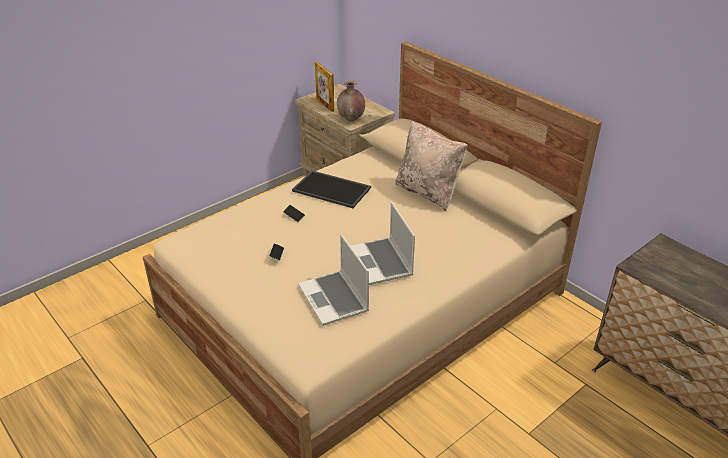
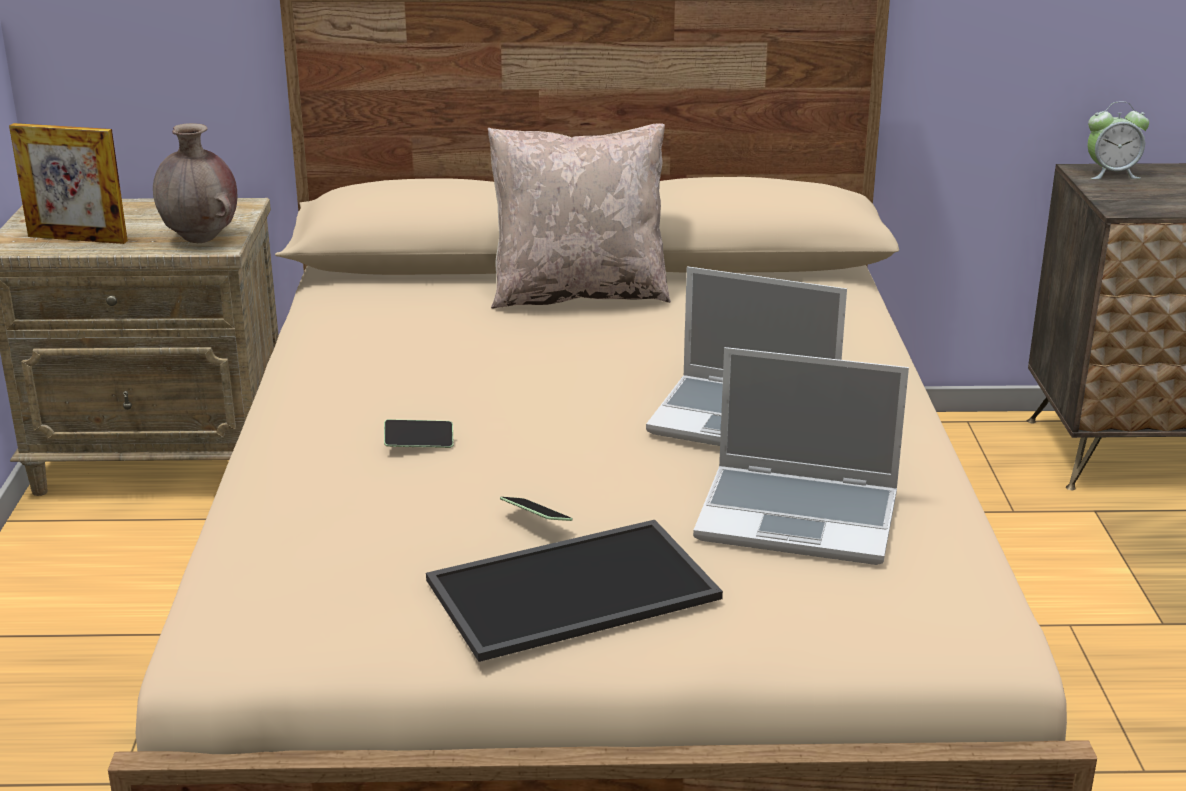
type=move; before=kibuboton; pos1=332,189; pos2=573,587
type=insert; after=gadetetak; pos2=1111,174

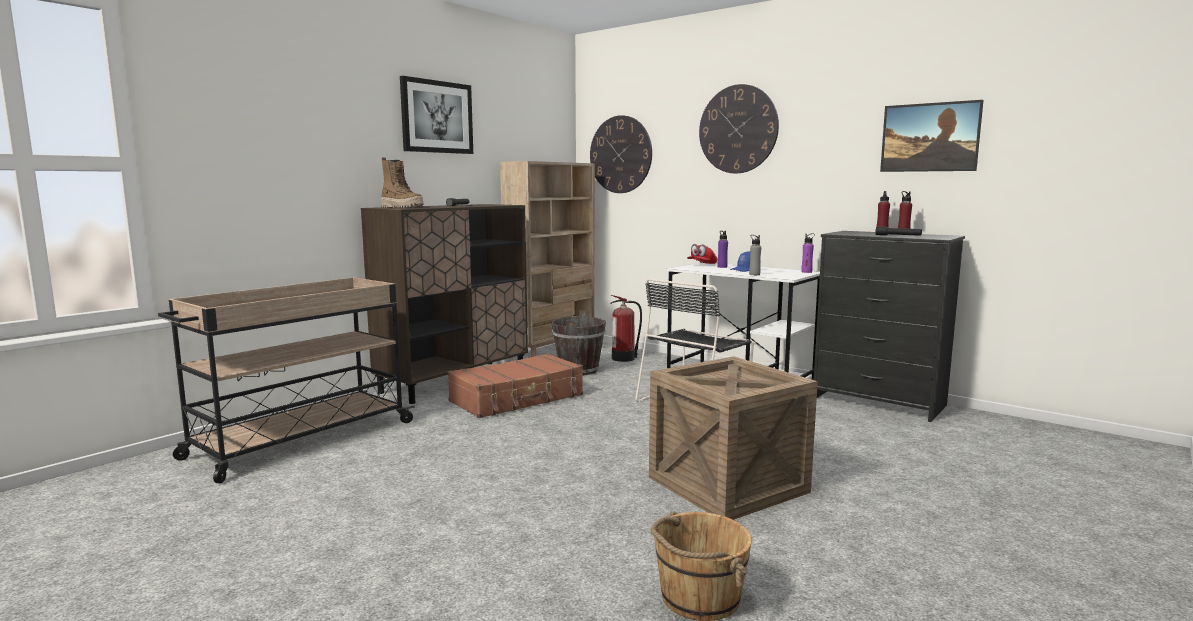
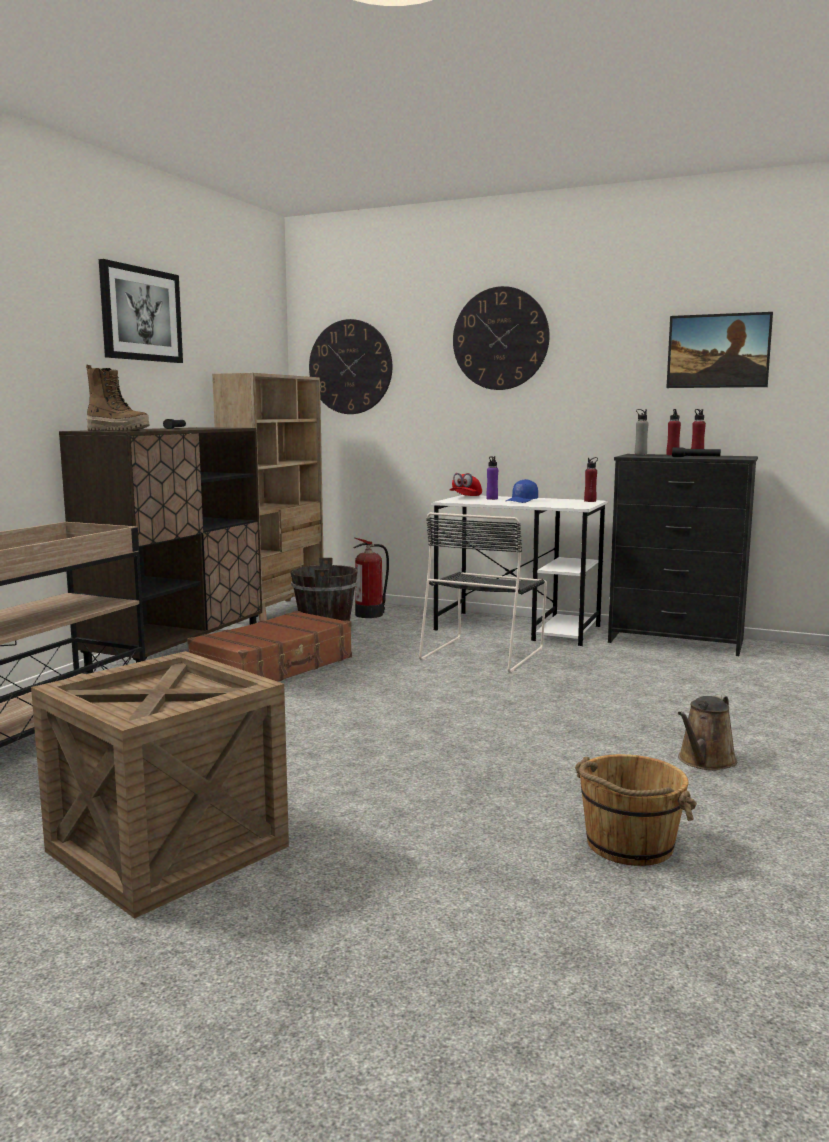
type=move; before=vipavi; pos1=727,484; pos2=167,849
type=recolor; before=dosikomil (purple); after=dosikomil (red); pos1=806,272; pos2=590,501
type=move; before=dosikomil (grey); pos1=754,274; pos2=640,454
type=insert; after=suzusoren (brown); pos2=704,761

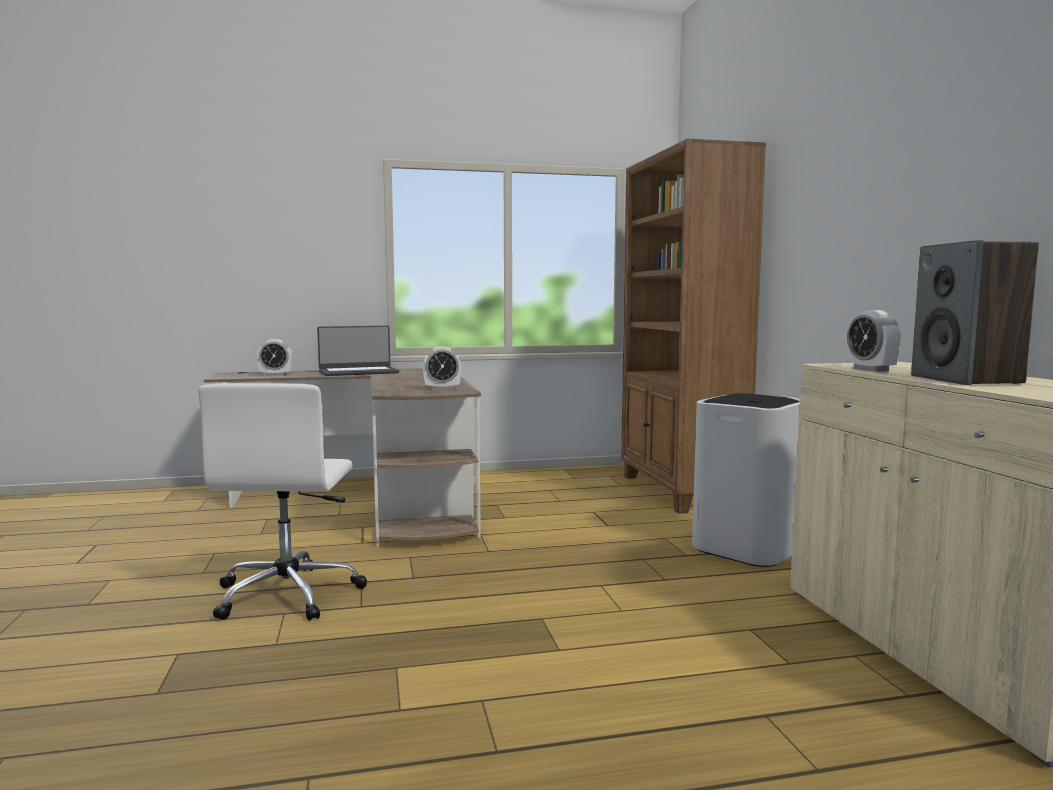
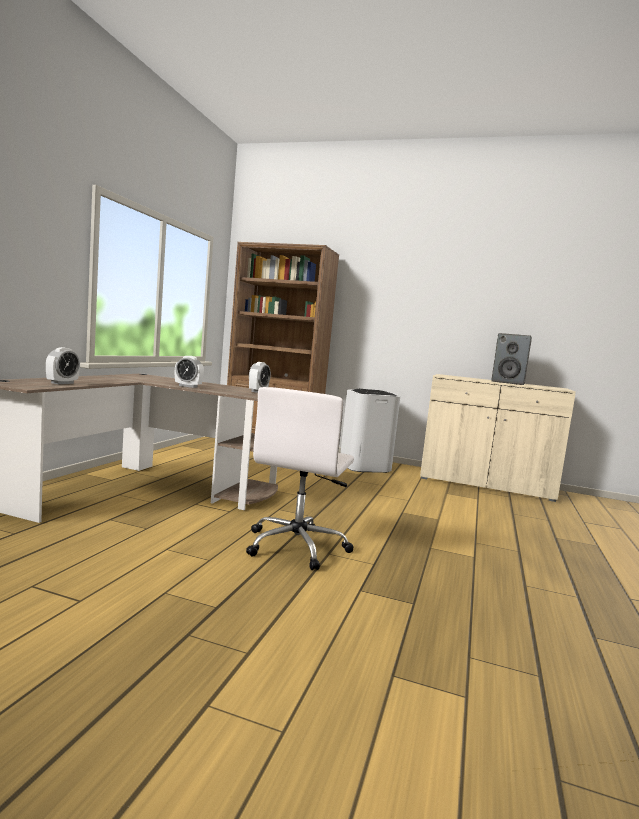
type=move; before=gadetetak; pos1=871,370; pos2=188,386
type=rotate; before=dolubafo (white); pos1=288,594; pos2=297,546; turn=75
type=delete; before=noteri; pos1=358,372

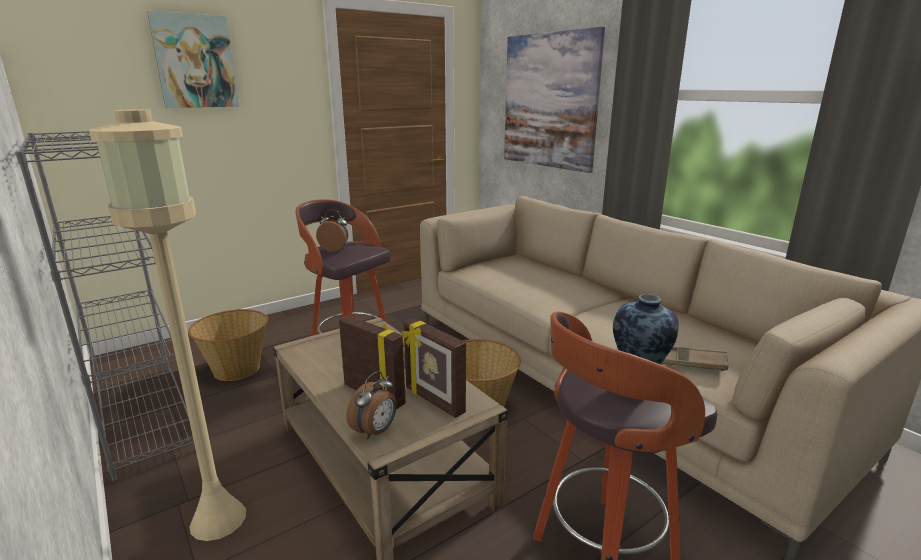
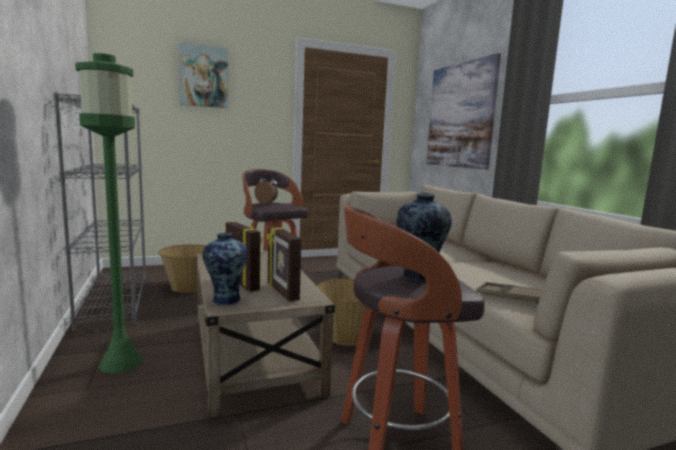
type=recolor; before=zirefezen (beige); after=zirefezen (green); pos1=218,520; pos2=121,363
type=replace; before=gadetetak; after=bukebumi; pos1=375,431; pos2=225,300

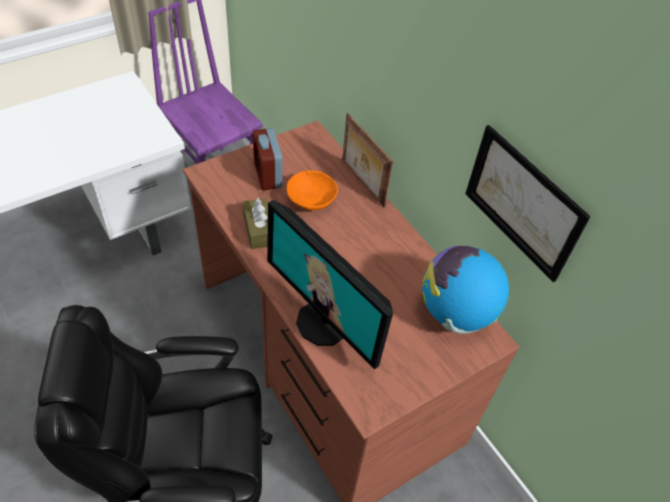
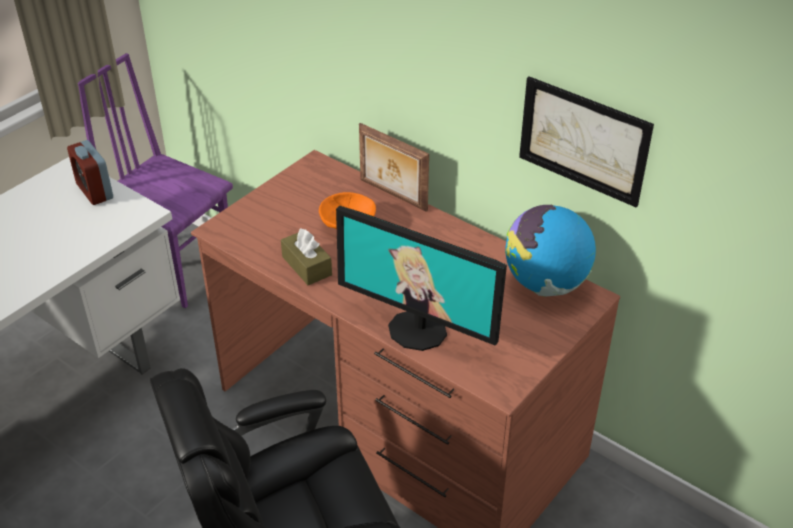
type=move; before=gadetetak; pos1=268,175; pos2=95,191

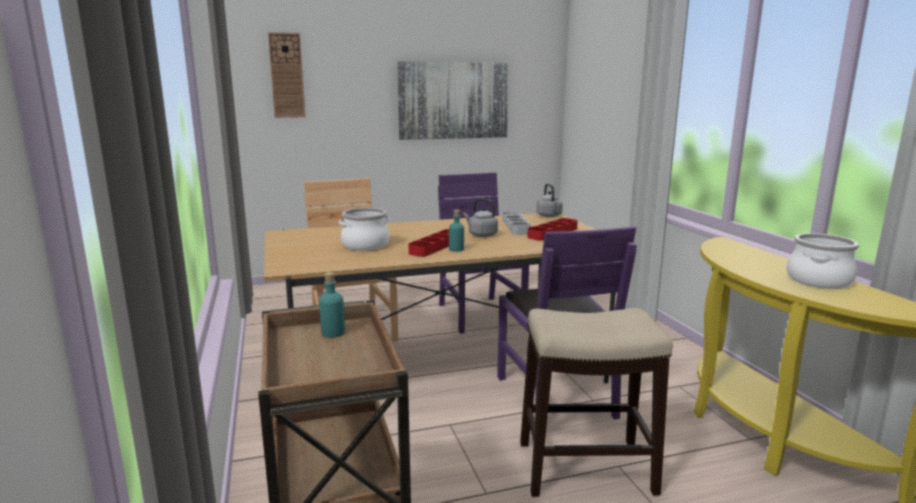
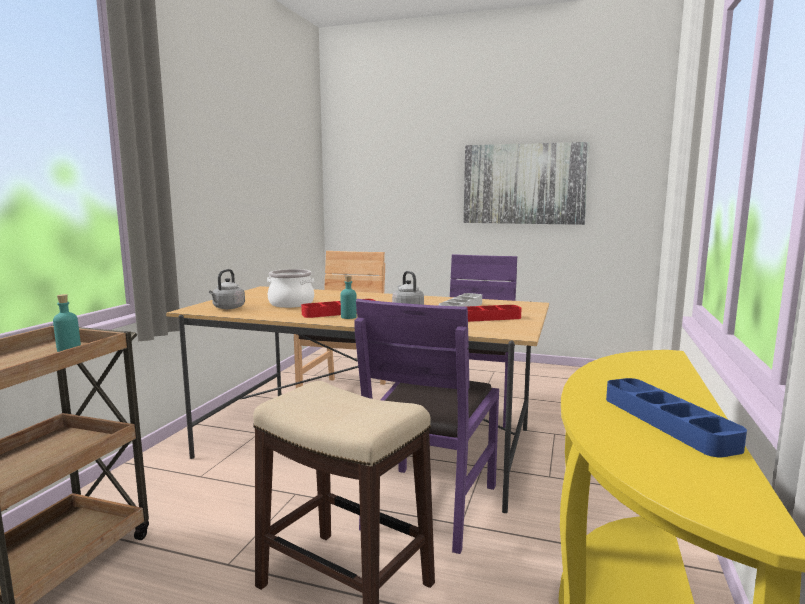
type=move; before=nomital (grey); pos1=549,216; pos2=227,308
type=replace; before=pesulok; after=kibuboton (blue); pos1=817,280; pos2=667,422
type=delete; before=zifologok; pos1=287,75

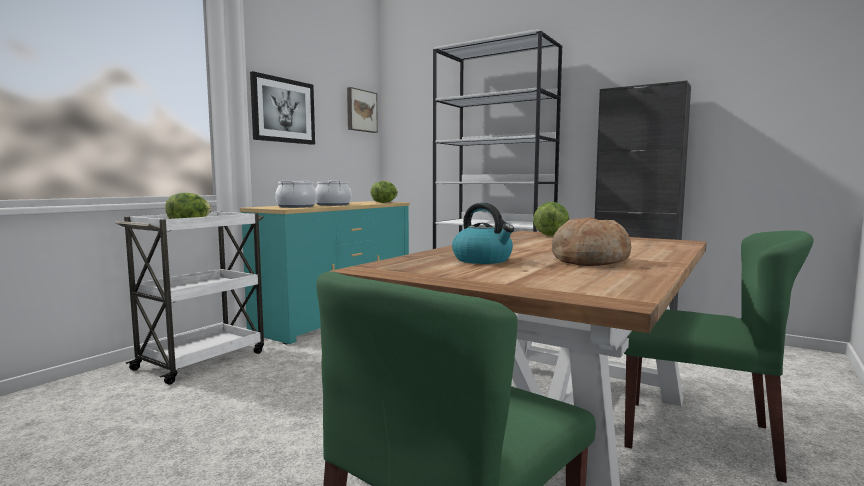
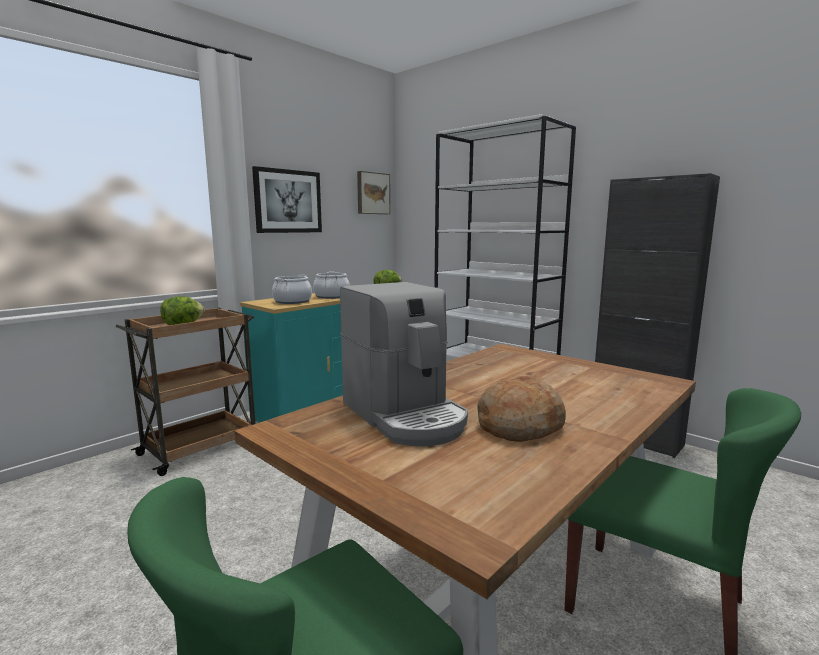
type=recolor; before=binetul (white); after=binetul (brown); pos1=203,360; pos2=200,448
type=replace; before=nomital; after=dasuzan; pos1=483,260; pos2=405,416
type=delete; before=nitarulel; pos1=550,235

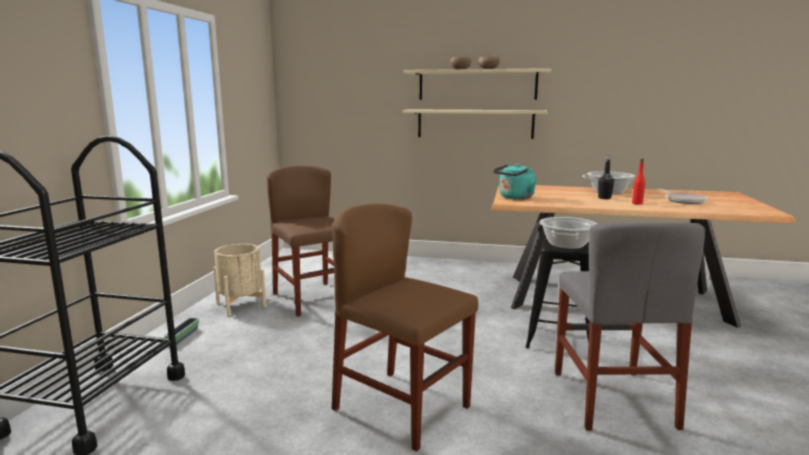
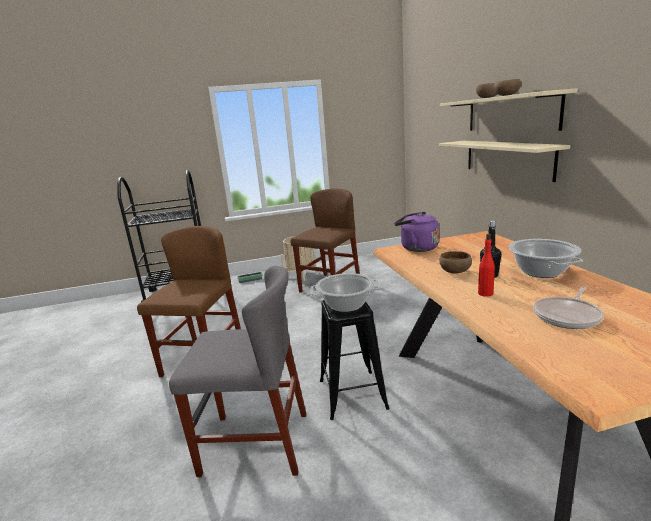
type=rotate; before=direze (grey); pos1=612,398; pos2=255,443; turn=-150
type=recolor; before=nomital (turquoise); after=nomital (purple); pos1=514,197; pos2=417,248
type=insert; after=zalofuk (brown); pos2=454,271

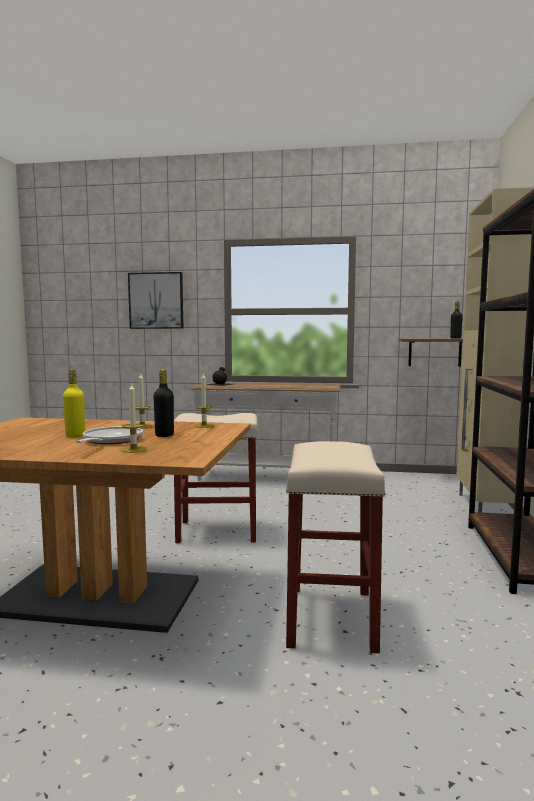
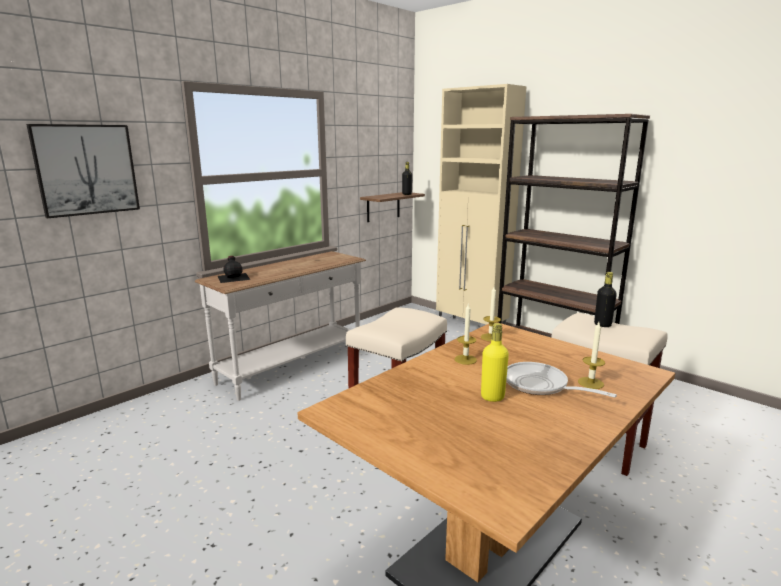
type=move; before=dosikomil (black); pos1=164,435; pos2=602,325

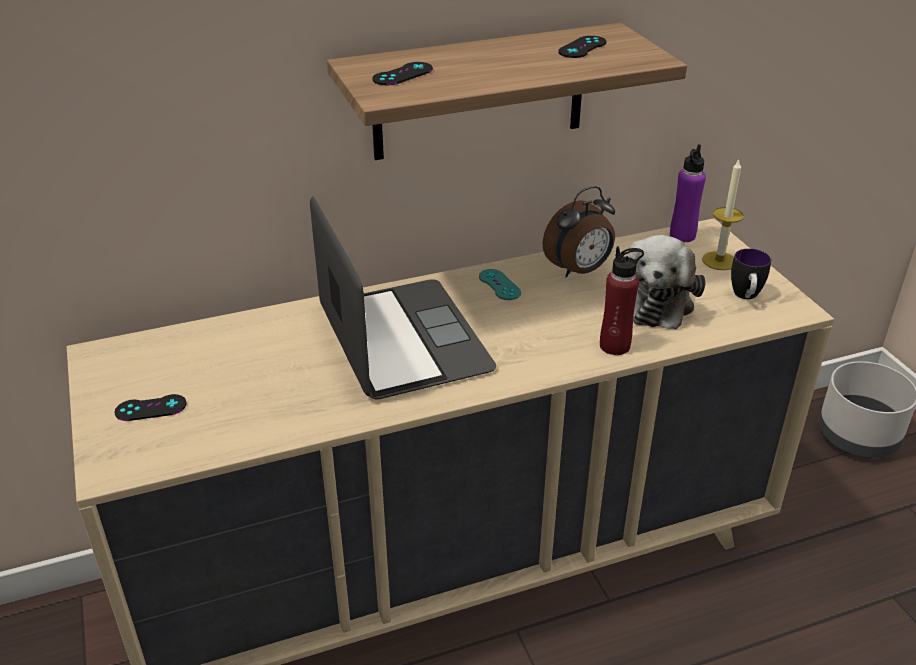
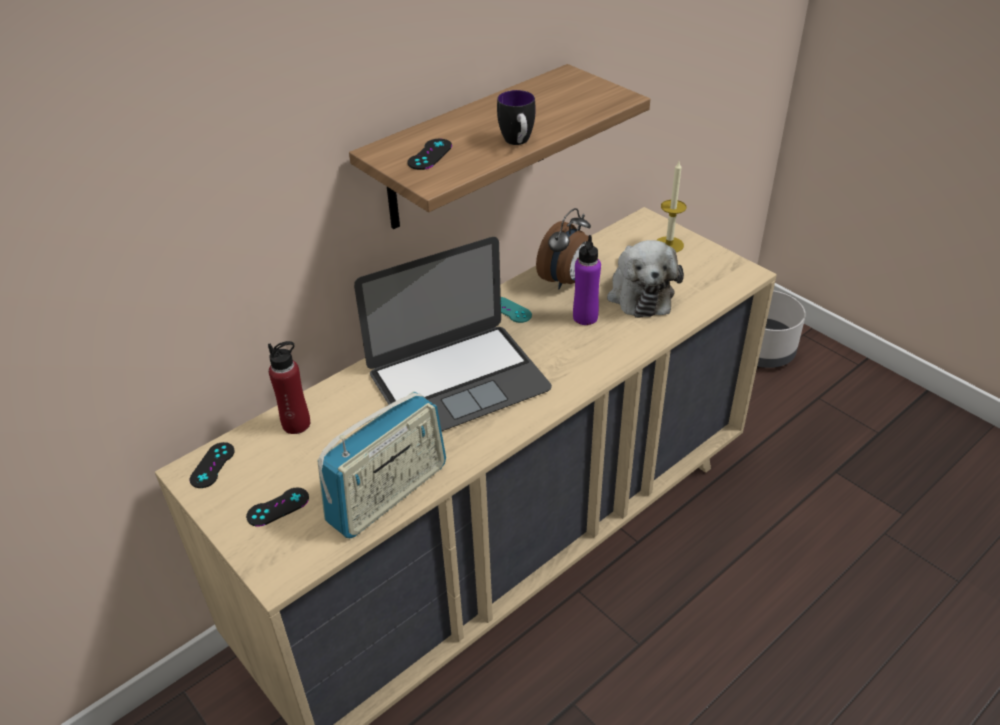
type=move; before=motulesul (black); pos1=582,47; pos2=212,465
type=move; before=dosikomil (red); pos1=615,346; pos2=296,424
type=insert; after=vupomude; pos2=388,494
type=rotate; before=noteri; pos1=403,338; pos2=458,380; turn=105
type=move; before=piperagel; pos1=745,297; pos2=518,143
type=move; before=dosikomil (purple); pos1=682,236; pos2=585,317

